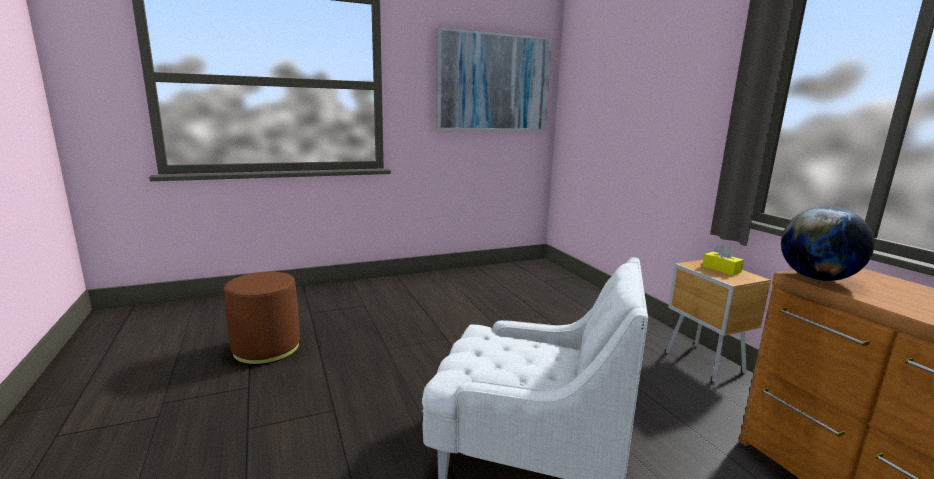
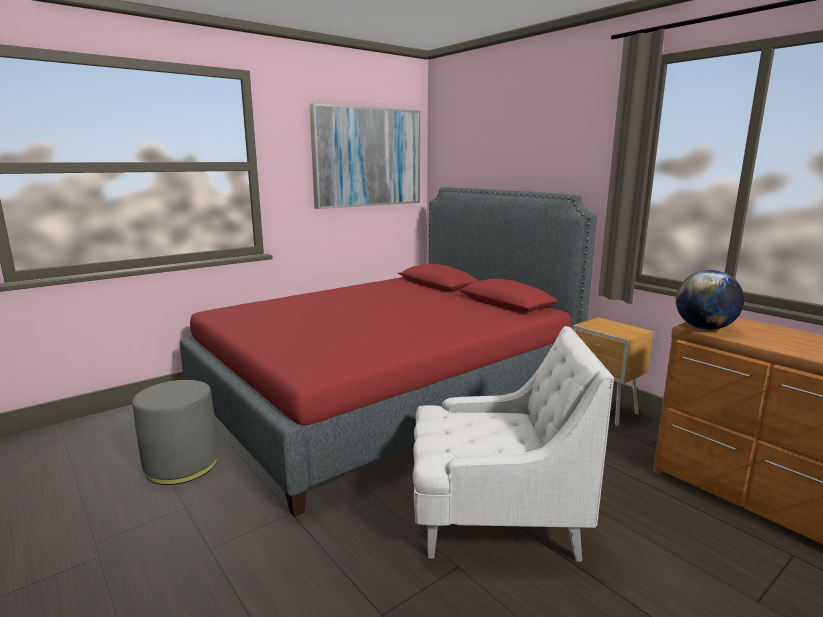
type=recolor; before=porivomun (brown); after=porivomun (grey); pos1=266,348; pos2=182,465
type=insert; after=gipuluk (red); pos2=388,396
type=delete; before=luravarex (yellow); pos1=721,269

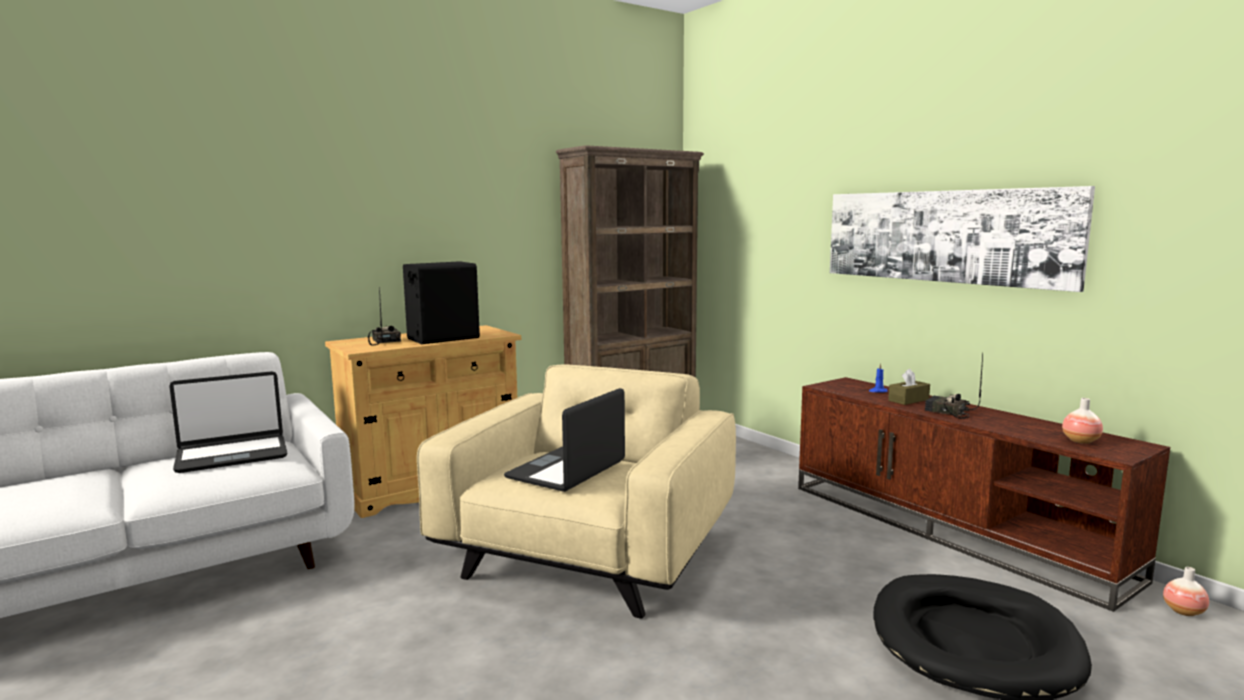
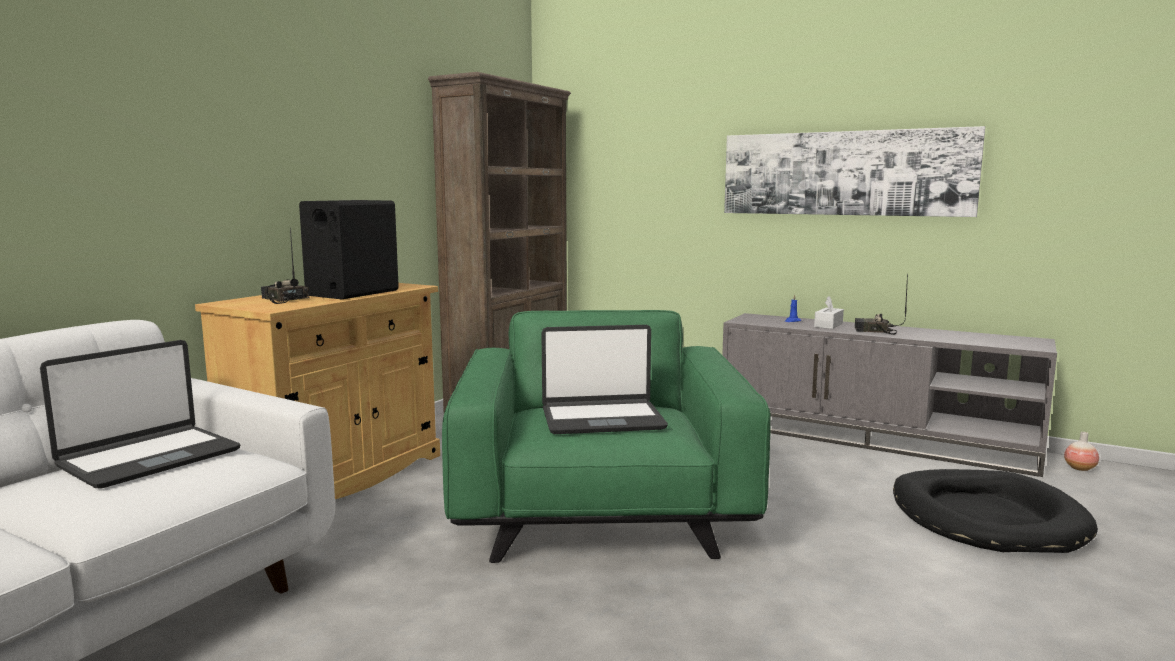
type=recolor; before=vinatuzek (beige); after=vinatuzek (green); pos1=589,555; pos2=600,514
type=rotate; before=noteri; pos1=567,471; pos2=602,419; turn=-105
type=recolor; before=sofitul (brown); after=sofitul (grey); pos1=951,529; pos2=873,438
type=recolor; before=luravarex (brown); after=luravarex (white); pos1=908,400; pos2=828,325
type=delete; before=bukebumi; pos1=1080,441

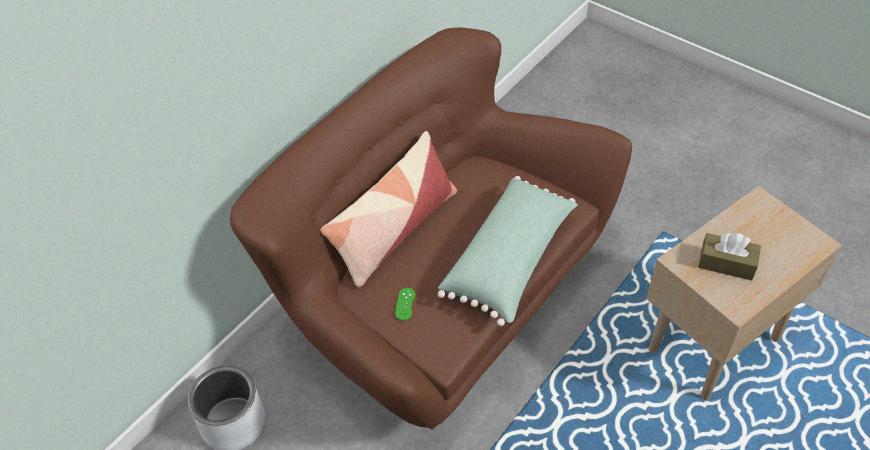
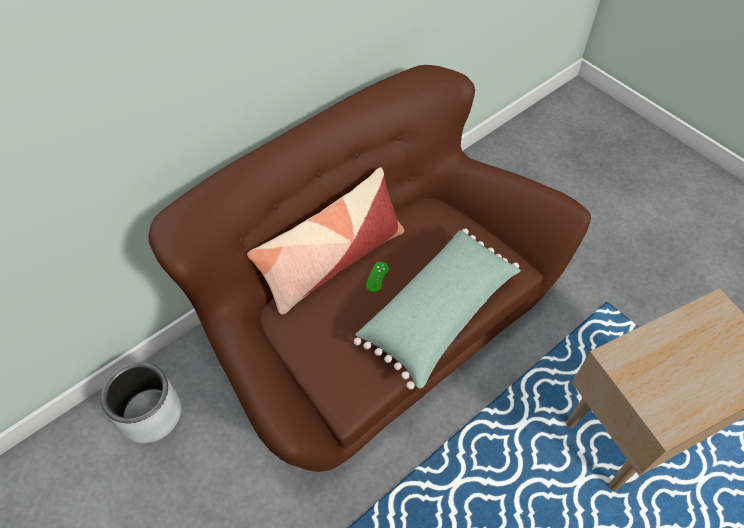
type=move; before=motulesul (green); pos1=405,304; pos2=377,277
type=delete; before=luravarex (brown); pos1=726,263

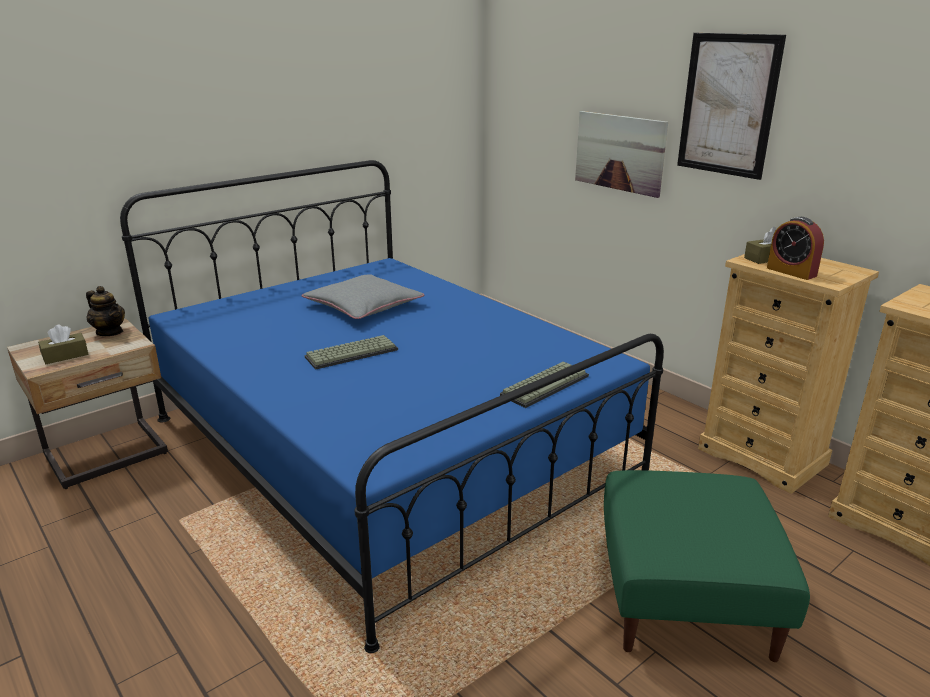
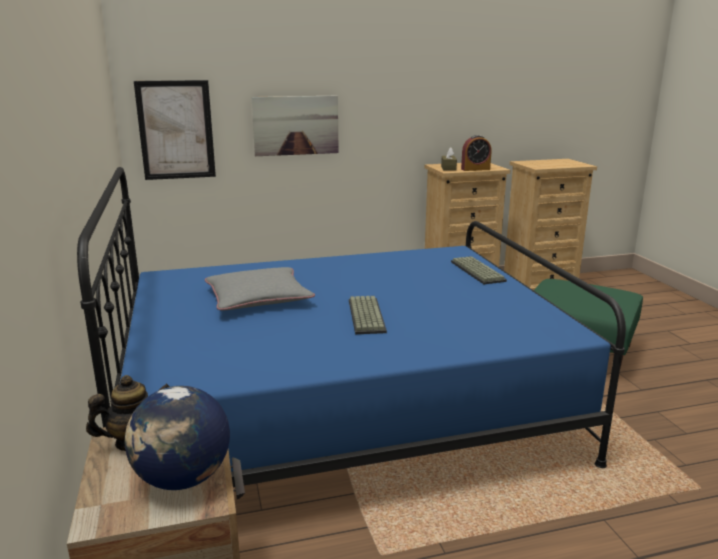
type=replace; before=luravarex (brown); after=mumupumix; pos1=65,356; pos2=183,479
type=move; before=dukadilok; pos1=728,105; pos2=176,130

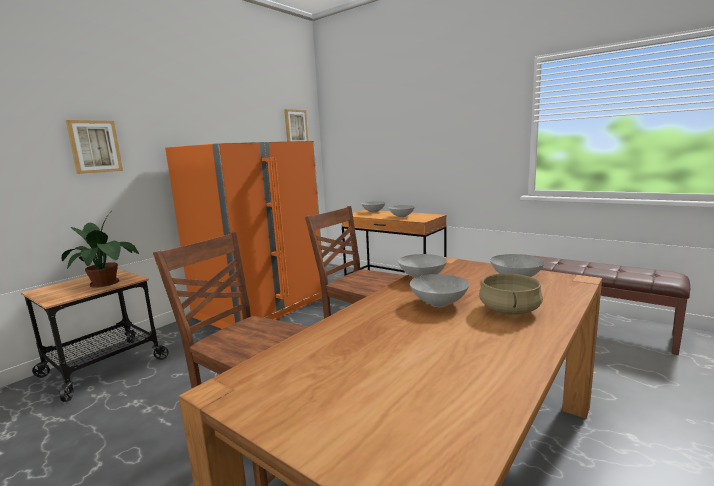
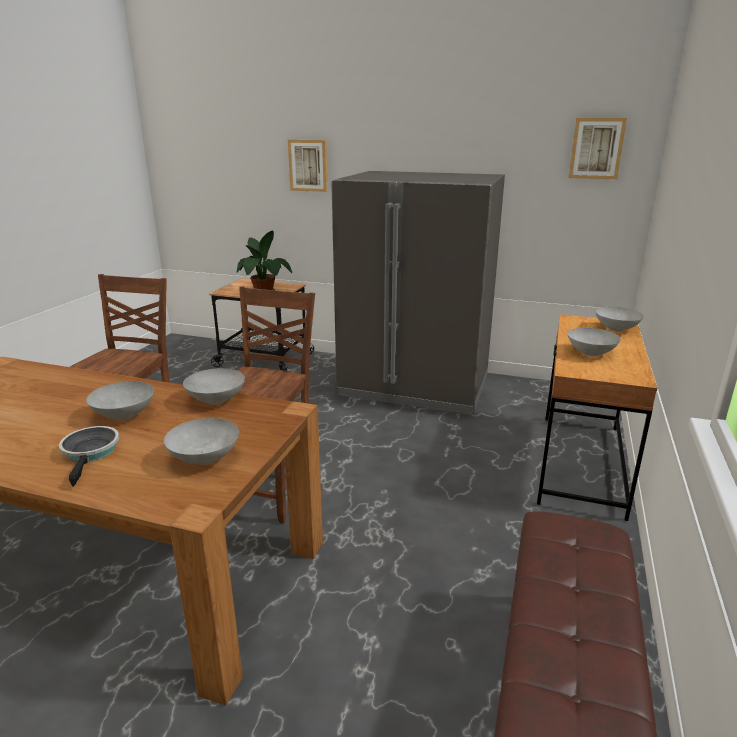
type=replace; before=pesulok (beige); after=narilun; pos1=508,310; pos2=91,453
type=recolor; before=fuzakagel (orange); after=fuzakagel (grey); pos1=261,307; pos2=415,386

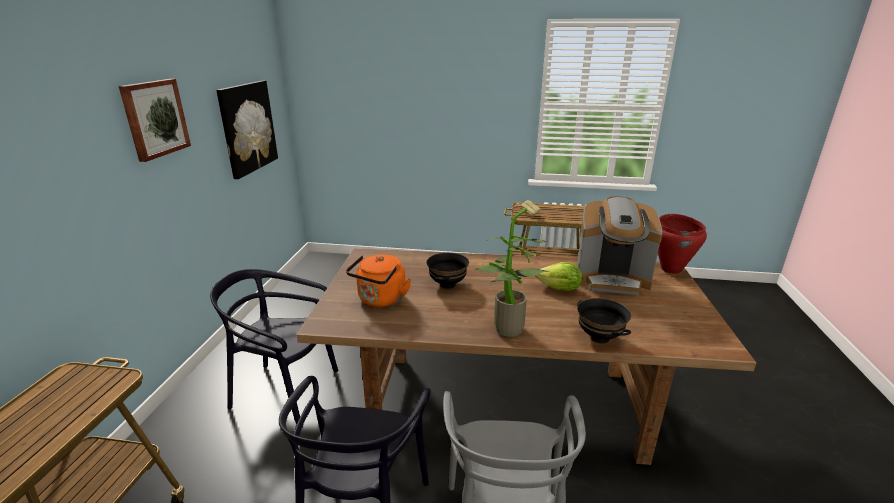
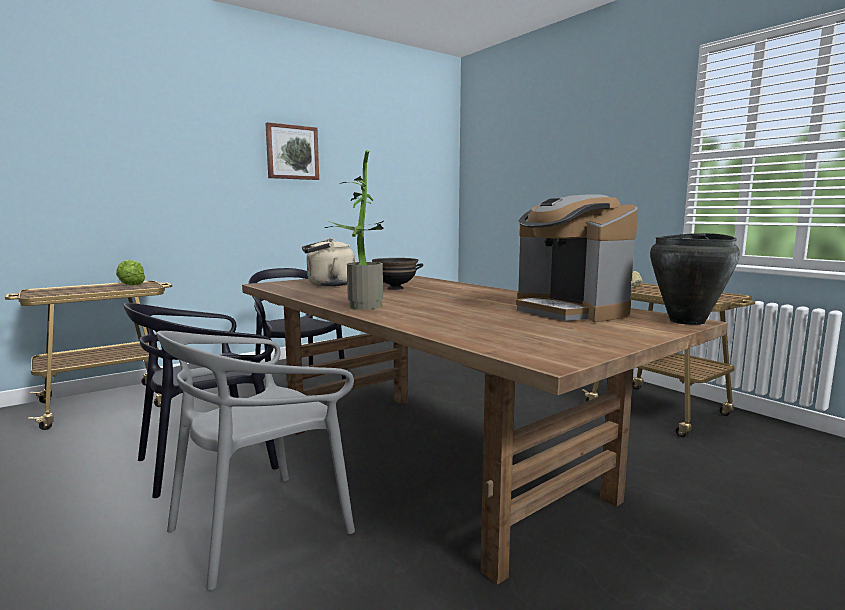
type=move; before=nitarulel; pos1=559,289; pos2=131,285
type=recolor; before=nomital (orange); after=nomital (beige); pos1=380,300; pos2=328,284
type=recolor; before=pesulok (red); after=pesulok (black); pos1=671,269; pos2=688,321
type=delete; before=dukadilok; pos1=247,127
type=delete; before=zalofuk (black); pos1=600,337

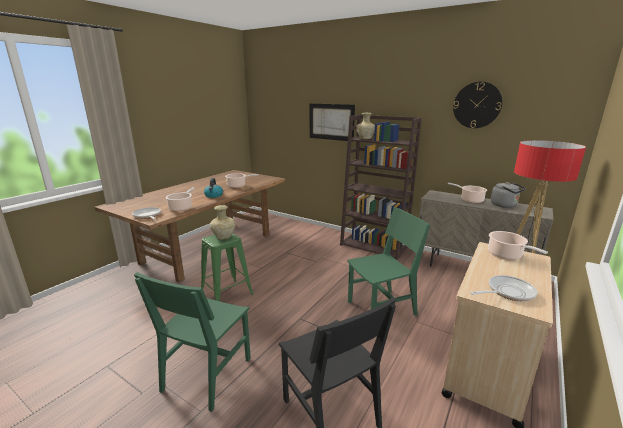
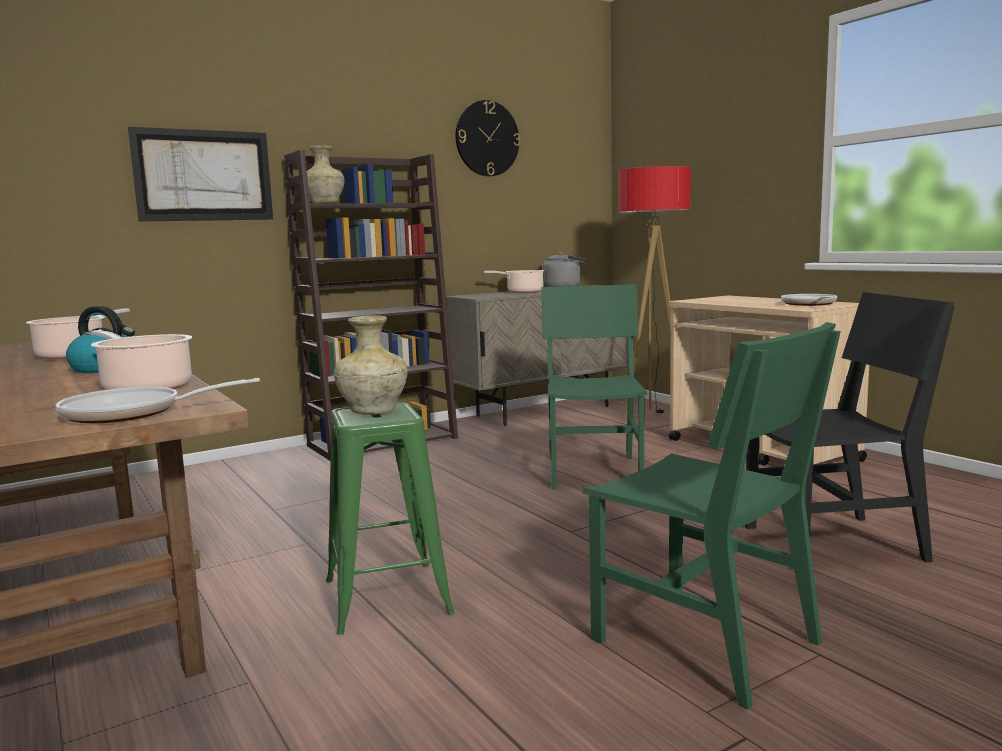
type=delete; before=pesulok; pos1=506,255

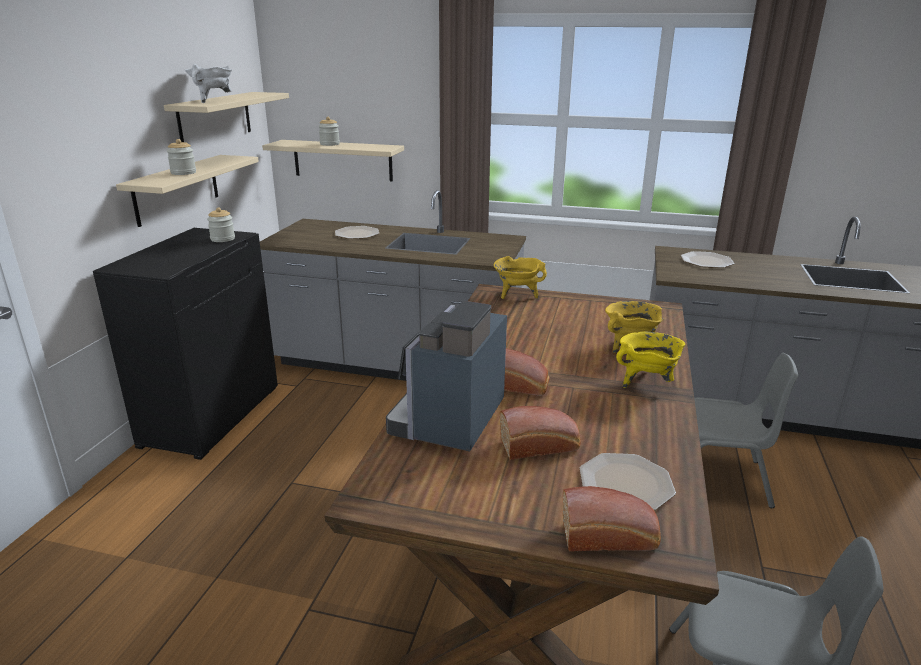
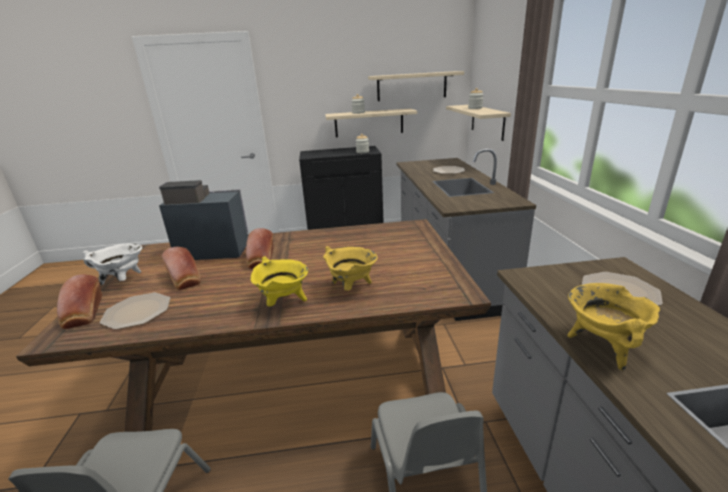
type=move; before=pesulok (white); pos1=212,101; pos2=123,281
type=move; before=pesulok (yellow); pos1=517,295; pos2=602,347

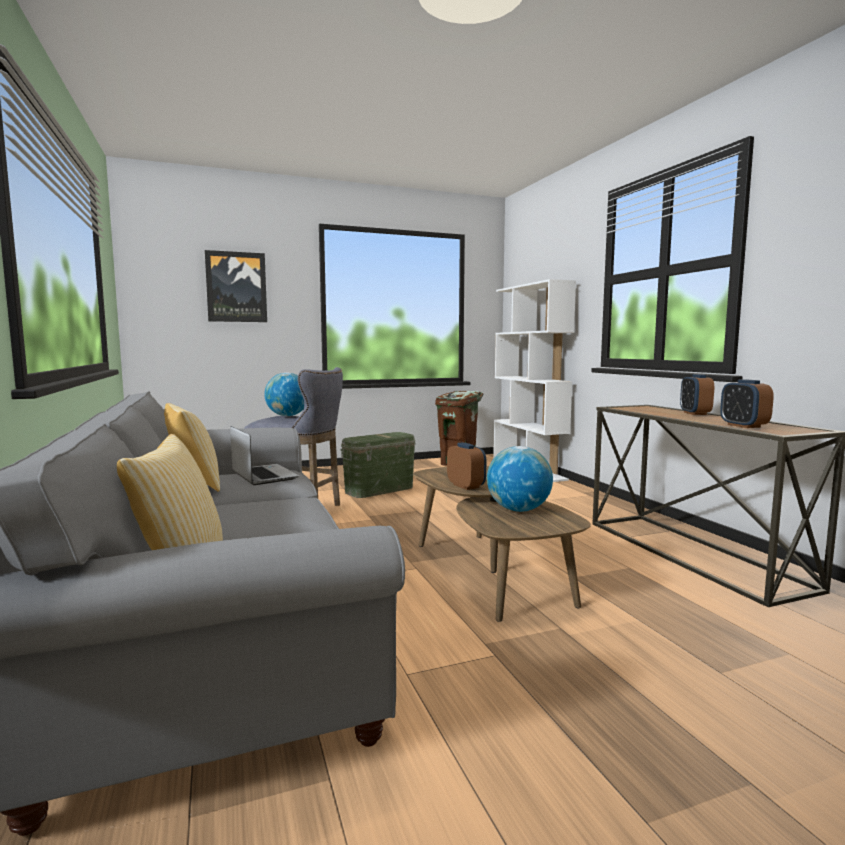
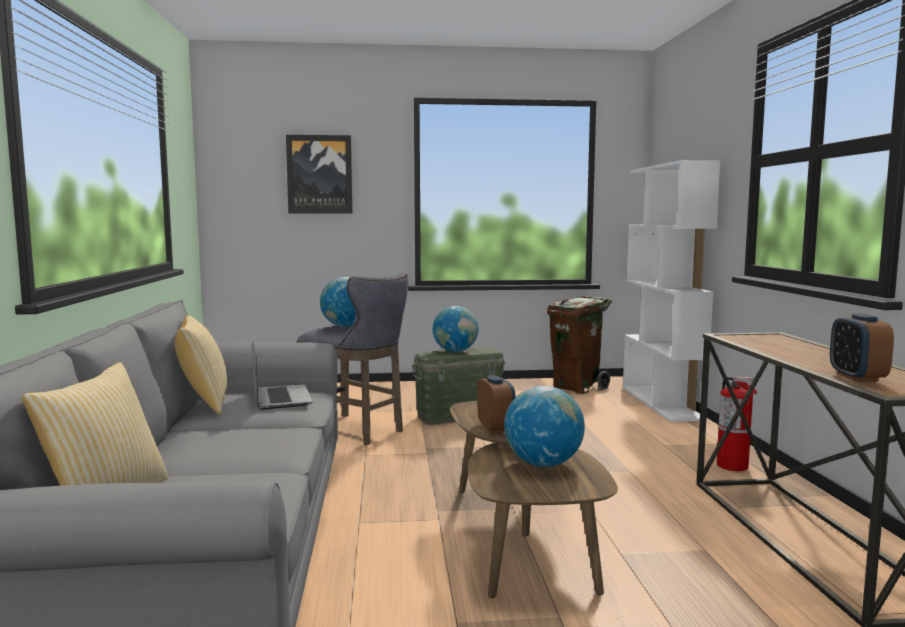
type=insert; after=mumupumix; pos2=455,351
type=insert; after=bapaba; pos2=732,466
type=delete; before=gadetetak; pos1=695,413

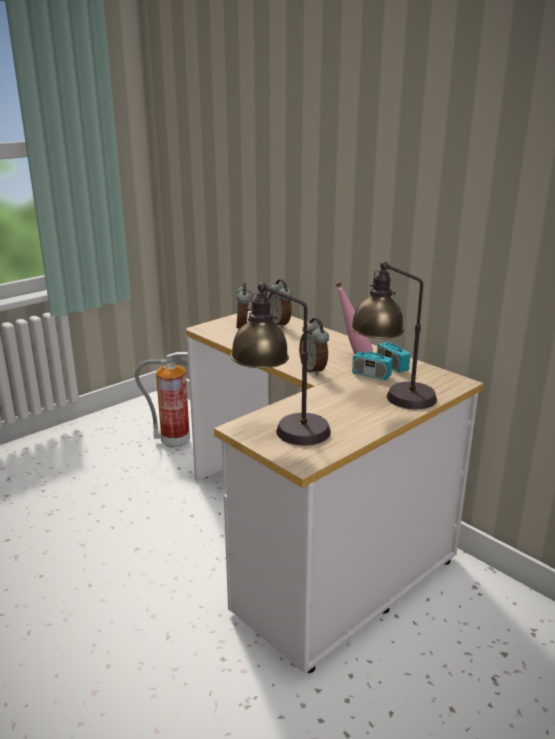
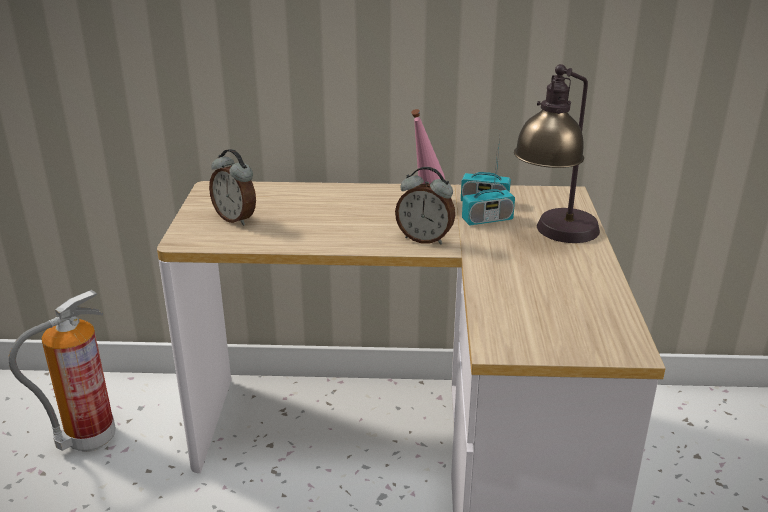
type=delete; before=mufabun; pos1=281,431
type=delete; before=gadetetak; pos1=280,324

